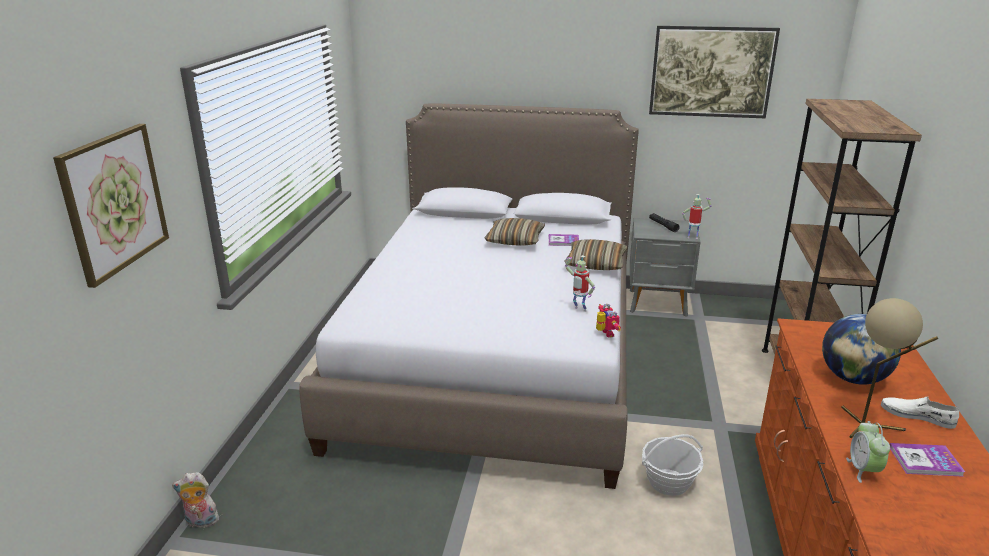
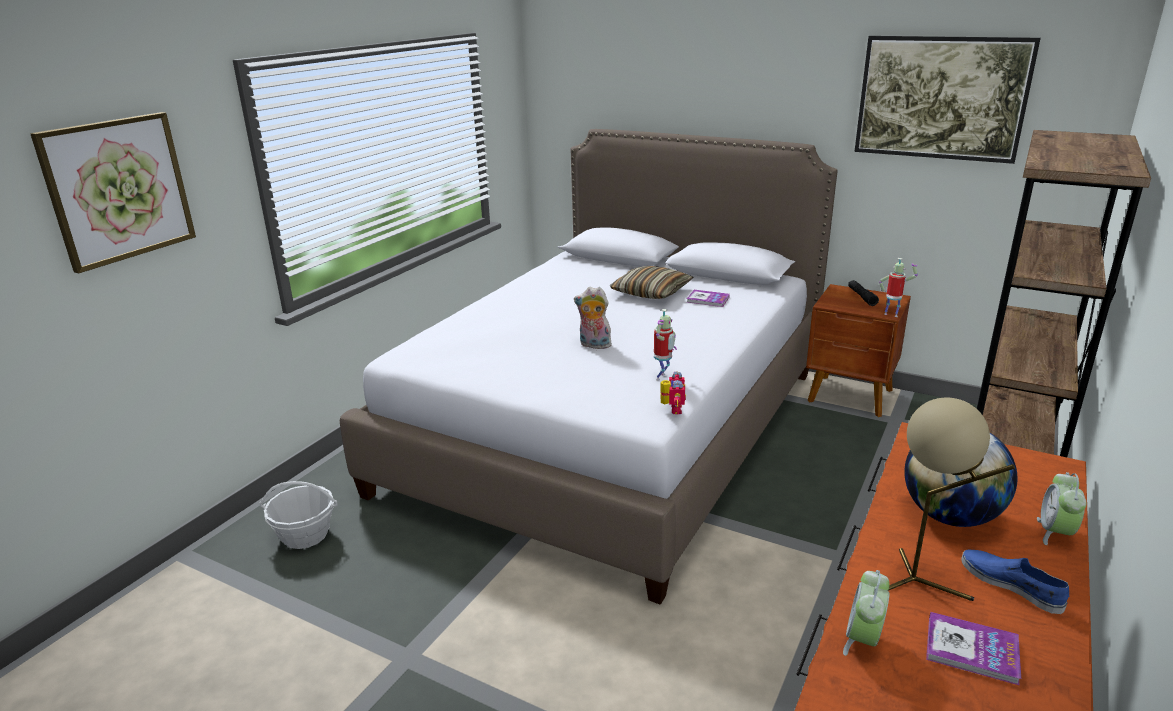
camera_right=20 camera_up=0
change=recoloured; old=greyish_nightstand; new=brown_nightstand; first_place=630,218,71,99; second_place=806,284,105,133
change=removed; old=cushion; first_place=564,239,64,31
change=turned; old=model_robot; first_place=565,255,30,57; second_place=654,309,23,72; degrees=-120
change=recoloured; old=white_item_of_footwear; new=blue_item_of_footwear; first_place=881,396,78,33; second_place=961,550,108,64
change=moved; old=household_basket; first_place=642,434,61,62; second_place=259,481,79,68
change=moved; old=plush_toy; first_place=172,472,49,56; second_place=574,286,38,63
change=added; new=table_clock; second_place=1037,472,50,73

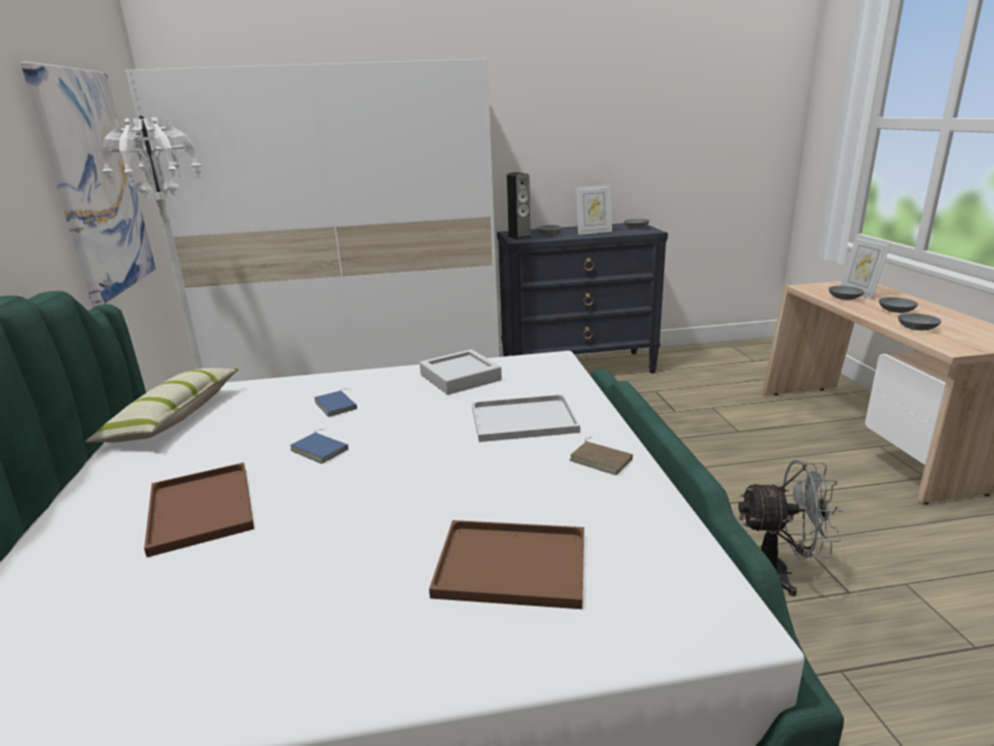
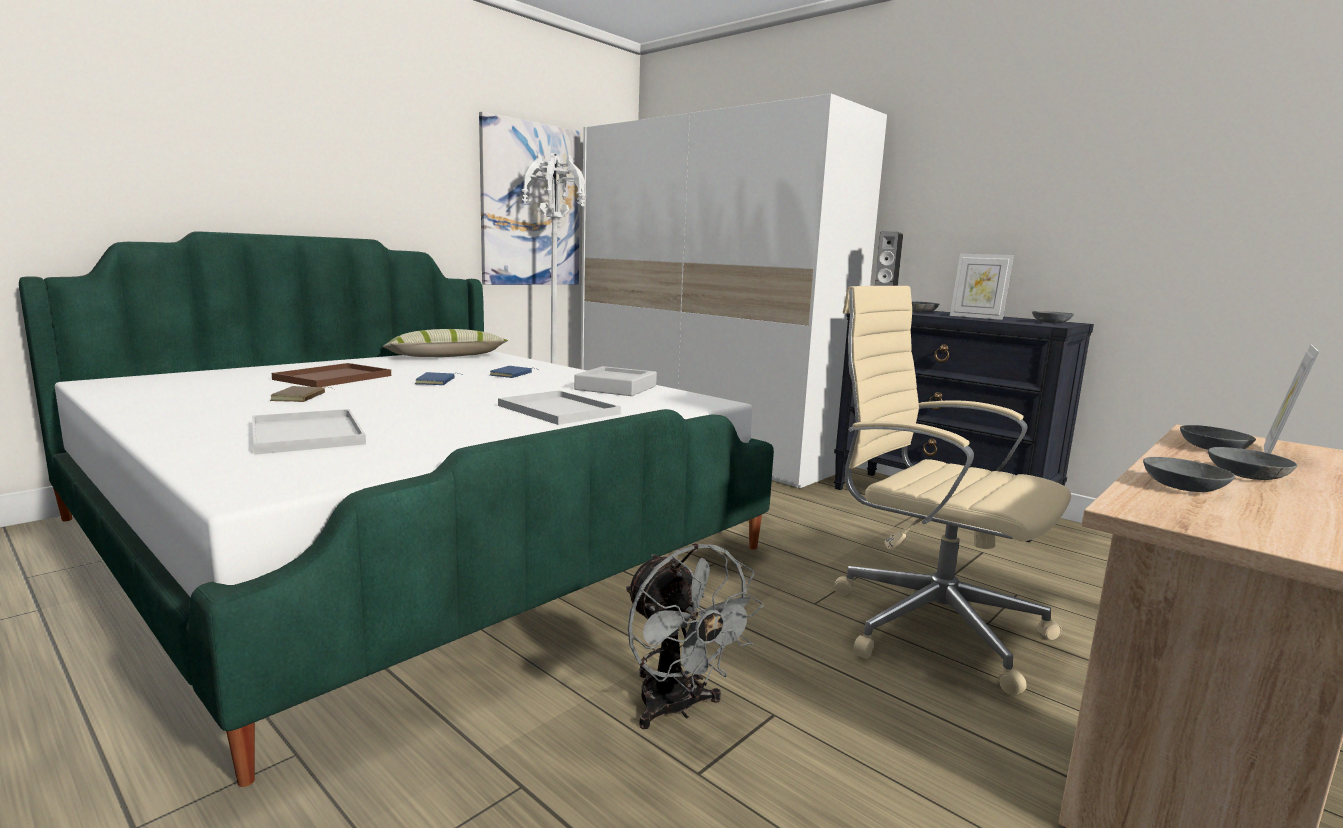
camera_right=50 camera_up=-10
change=moved; old=brown_bound_book; first_place=570,437,63,38; second_place=270,386,64,16
change=recoloured; old=brown_serving_tray; new=white_serving_tray; first_place=429,520,155,89; second_place=252,409,114,46
change=added; new=sand-coloured_computer_chair; second_place=834,286,237,409

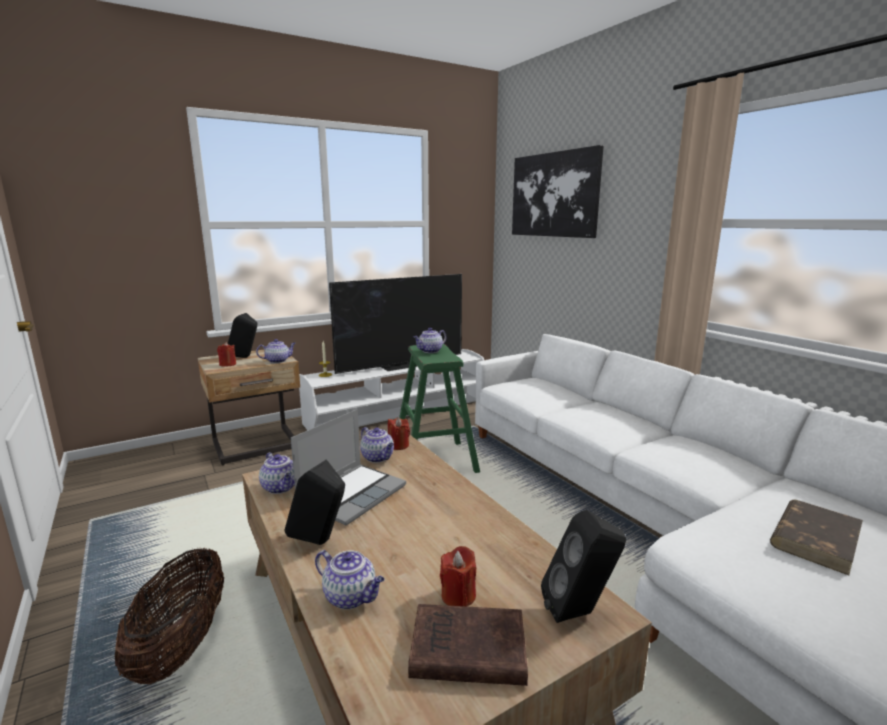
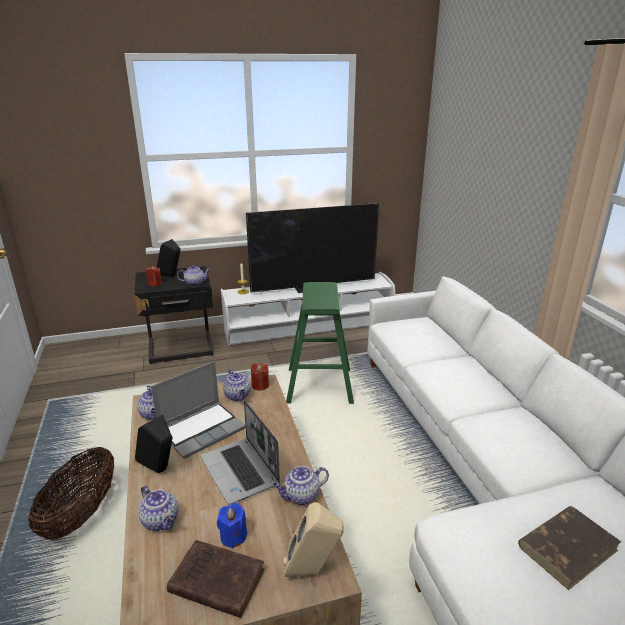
camera_right=15 camera_up=10
change=removed; old=picture; first_place=512,145,92,93
change=moved; old=pot_for_tea; first_place=414,328,33,25; second_place=273,466,56,39
change=recoloured; old=sand-coloured_nightstand; new=blackish_nightstand; first_place=198,350,102,115; second_place=134,266,80,98
change=recoloured; old=blackish_audio_speaker; new=sand-coloured_audio_speaker; first_place=541,510,85,113; second_place=284,502,60,75
change=recoloured; old=red-coloured_wax_candle; new=blue_wax_candle; first_place=440,546,36,60; second_place=217,503,30,45
change=added; new=notebook_computer; second_place=200,400,80,105

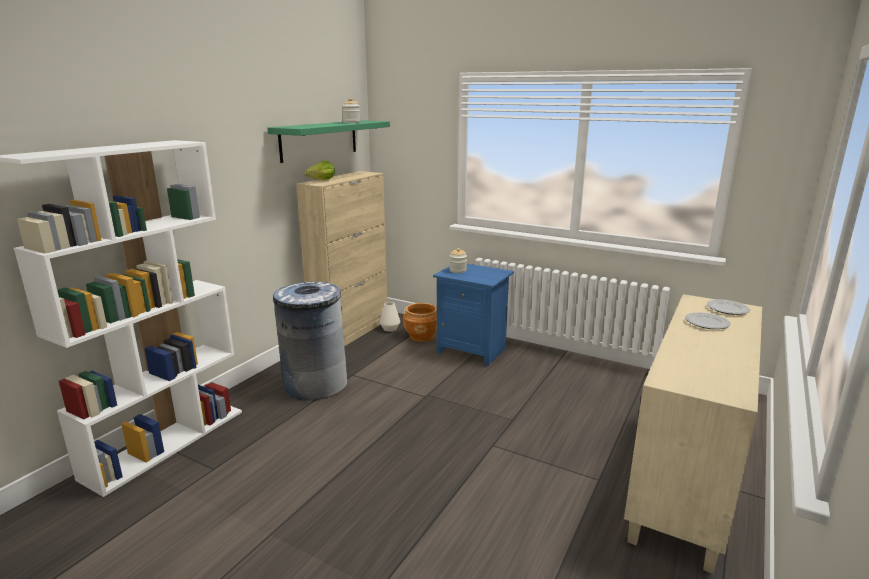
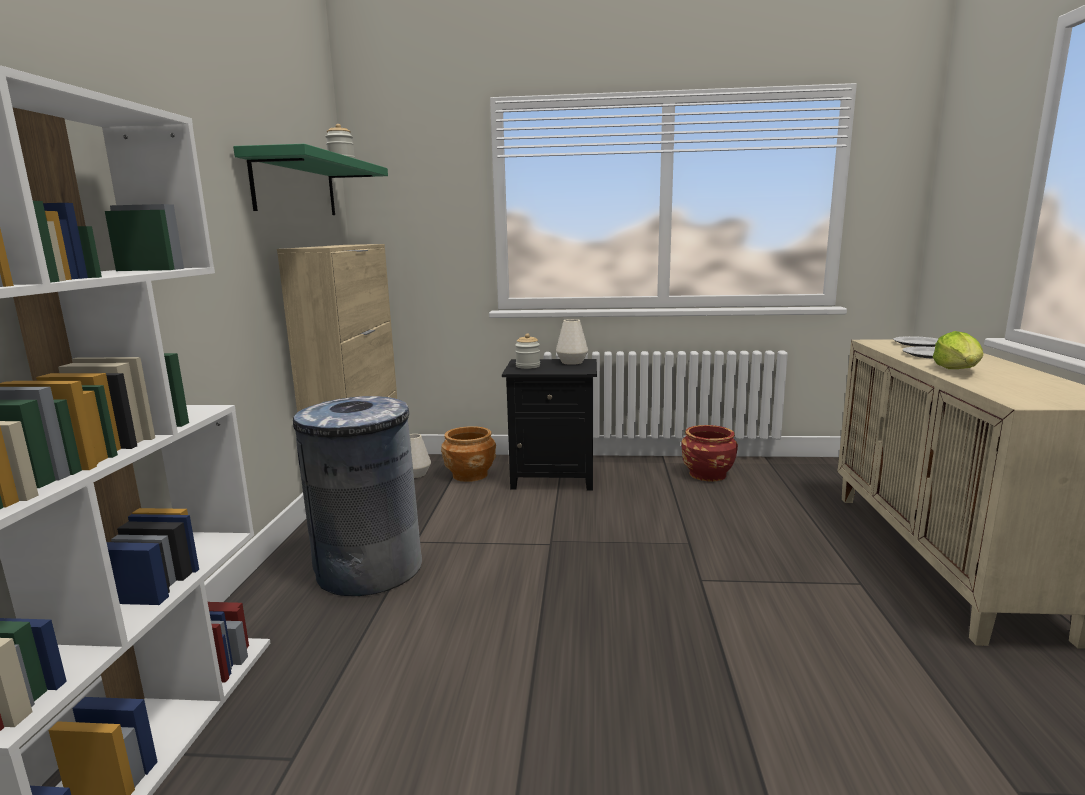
camera_right=-25 camera_up=-5
change=moved; old=lettuce; first_place=304,161,31,19; second_place=933,331,50,38
change=recoloured; old=blue_nightstand; new=blackish_nightstand; first_place=433,264,81,102; second_place=502,359,95,131
change=added; new=white_flower_vase; second_place=556,319,32,46
change=added; new=red-coloured_plant_pot; second_place=681,425,57,56

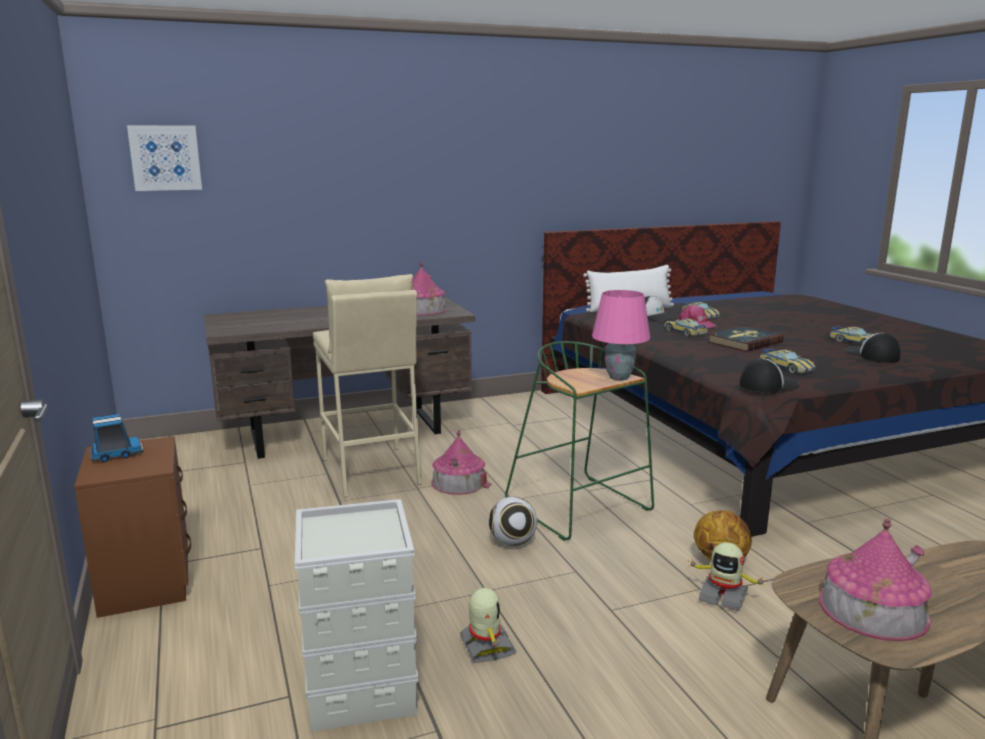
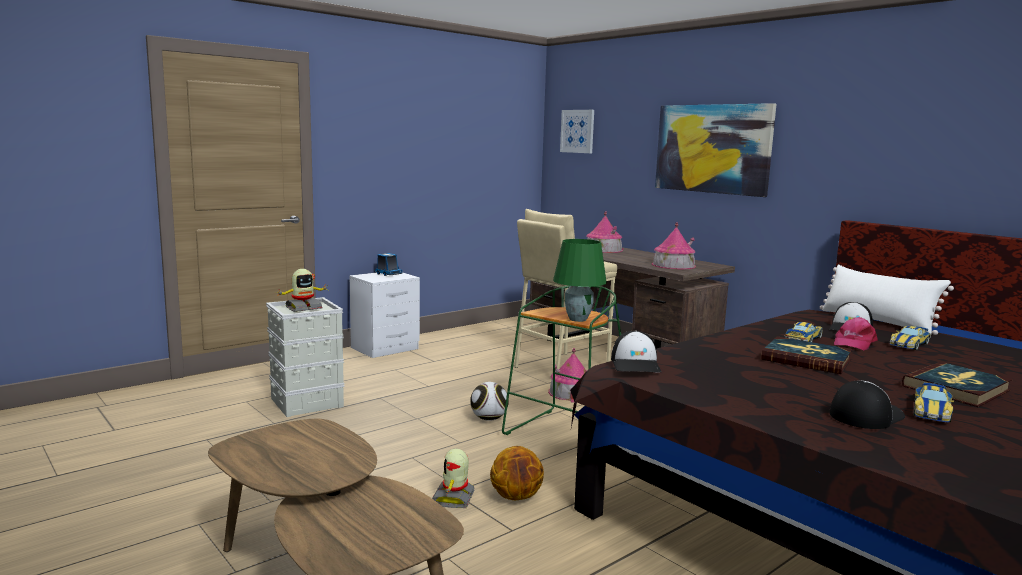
camera_right=70 camera_up=-5
change=recoloured; old=pinkish_lamp_for_a_table; new=green-coloured_lamp_for_a_table; first_place=592,290,58,90; second_place=553,239,54,83
change=removed; old=toy_car; first_place=760,349,55,24
change=turned; old=baseball_cap; first_place=740,358,60,35; second_place=611,331,51,41; degrees=45
change=recoloured; old=brown_nightstand; new=white_nightstand; first_place=74,436,117,182; second_place=350,273,70,85
change=moved; old=model_house; first_place=819,518,114,123; second_place=586,212,38,41
change=moved; old=model_robot; first_place=460,588,56,75; second_place=278,269,50,43
change=added; new=picture; second_place=655,103,121,94
change=added; new=bound_book; second_place=902,362,111,45

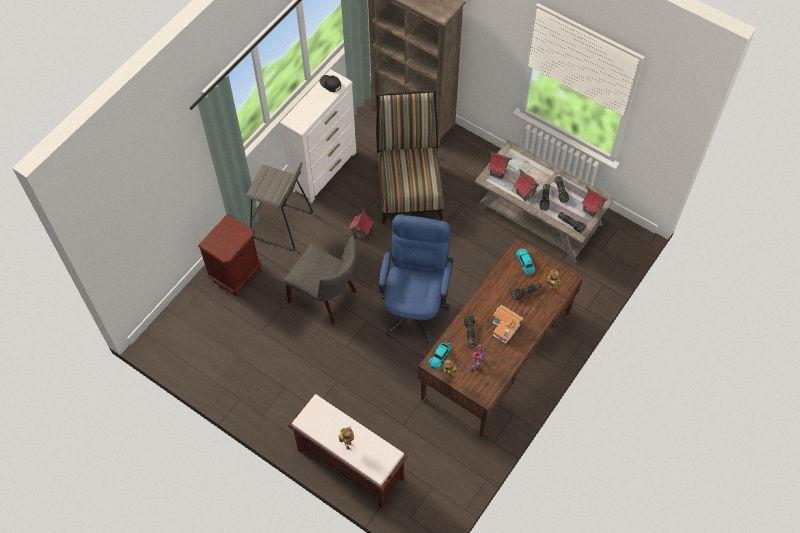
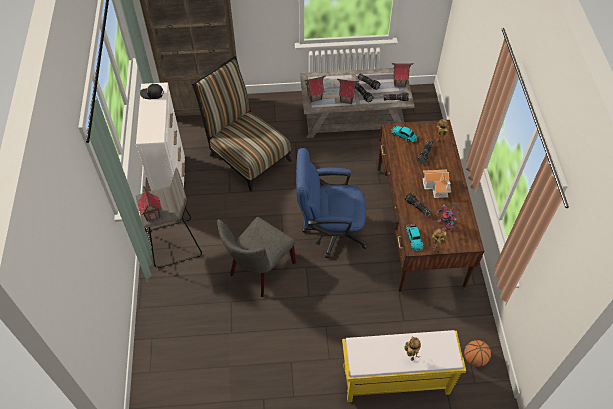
camera_right=-40 camera_up=-5
change=moved; old=model_house; first_place=349,208,24,32; second_place=137,185,25,36
change=removed; old=brown_nightstand; first_place=198,214,63,82
change=turned; old=blue_computer_chair; first_place=379,215,74,128; second_place=296,148,72,110; degrees=-60
change=turned; old=greyish_chair; first_place=284,236,73,88; second_place=217,217,79,80; degrees=135
change=recoloured; old=brown_long_seat; new=yellowish_long_seat; first_place=288,393,120,116; second_place=342,330,124,72
change=added; new=basketball_ball; second_place=464,340,27,27

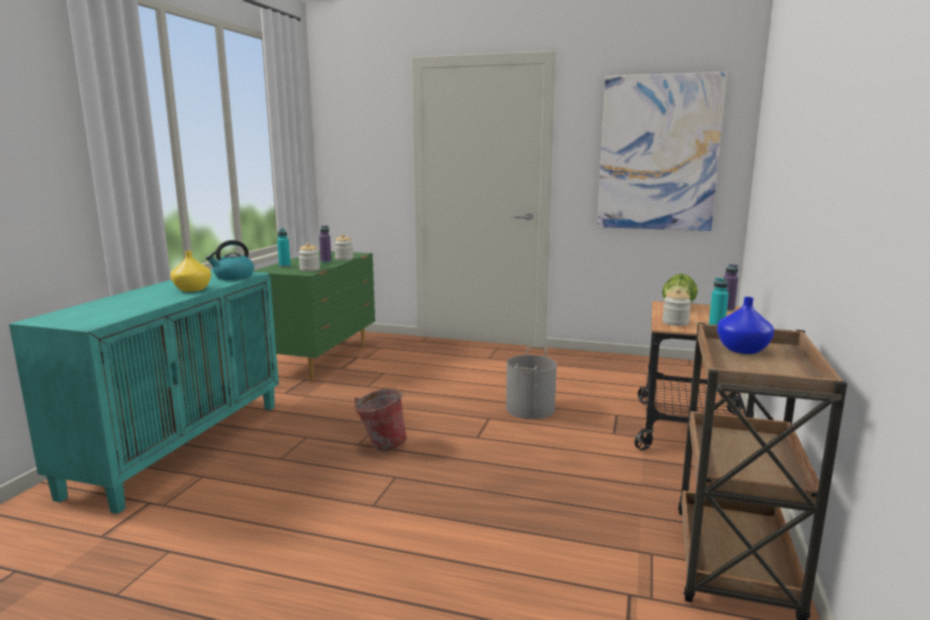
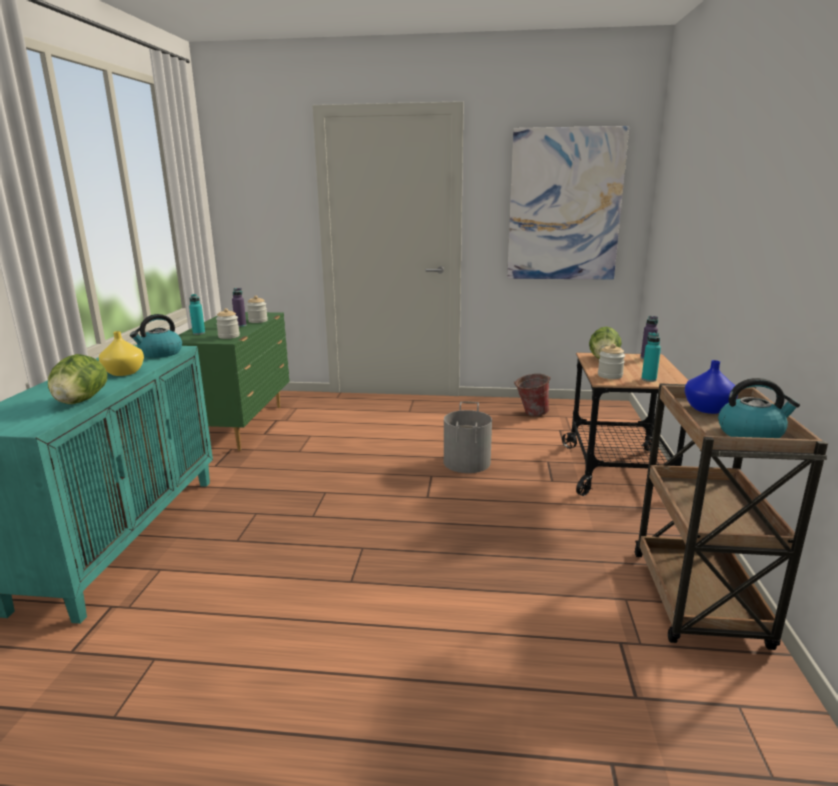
camera_right=-10 camera_up=5
change=moved; old=pail; first_place=354,388,53,63; second_place=514,374,37,43
change=added; new=lettuce; second_place=48,354,59,50
change=added; new=tea_kettle; second_place=718,378,82,60

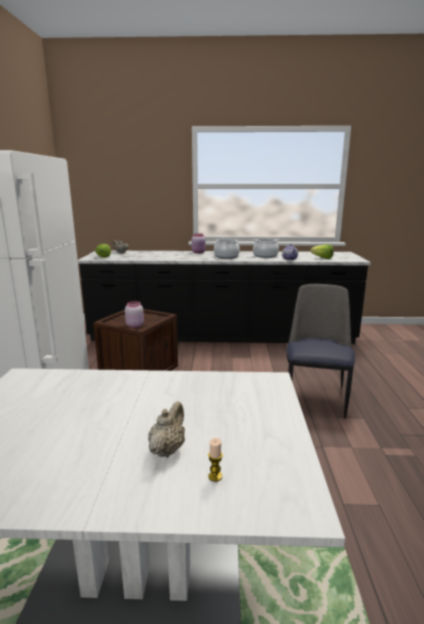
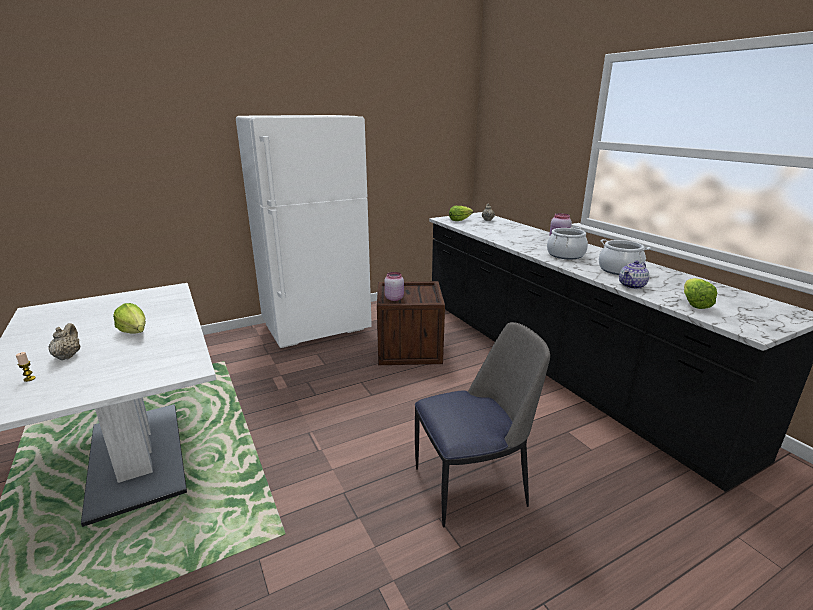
camera_right=60 camera_up=5
change=turned; old=sand-coloured_pot_for_tea; first_place=148,401,37,56; second_place=48,323,32,37; degrees=-90
change=added; new=lettuce; second_place=113,303,33,30

